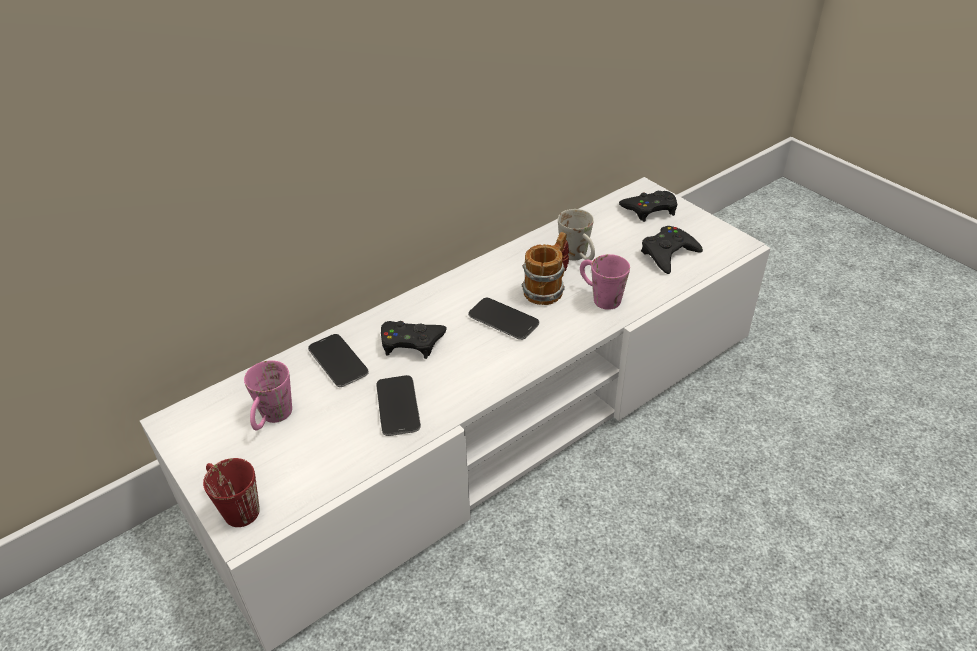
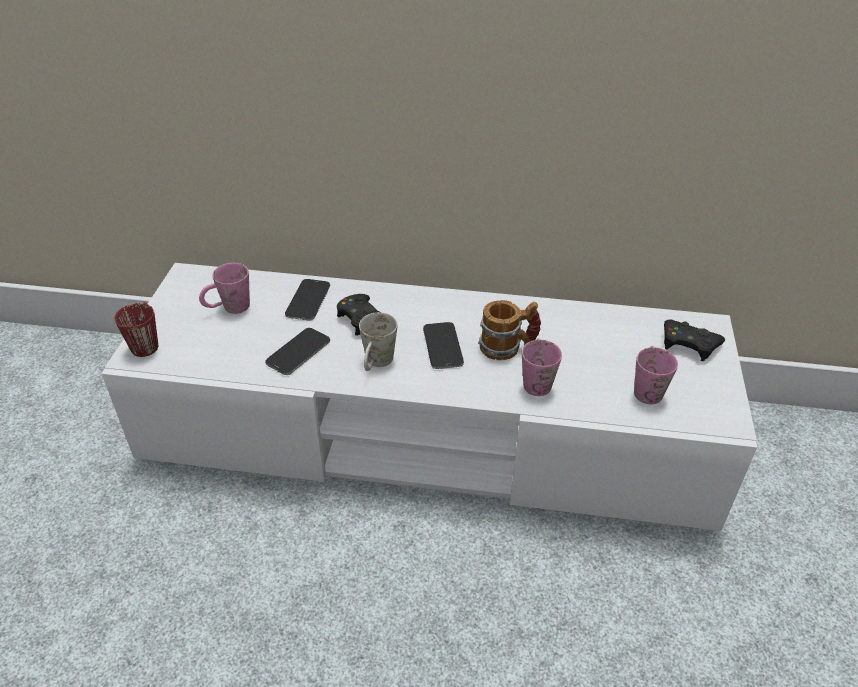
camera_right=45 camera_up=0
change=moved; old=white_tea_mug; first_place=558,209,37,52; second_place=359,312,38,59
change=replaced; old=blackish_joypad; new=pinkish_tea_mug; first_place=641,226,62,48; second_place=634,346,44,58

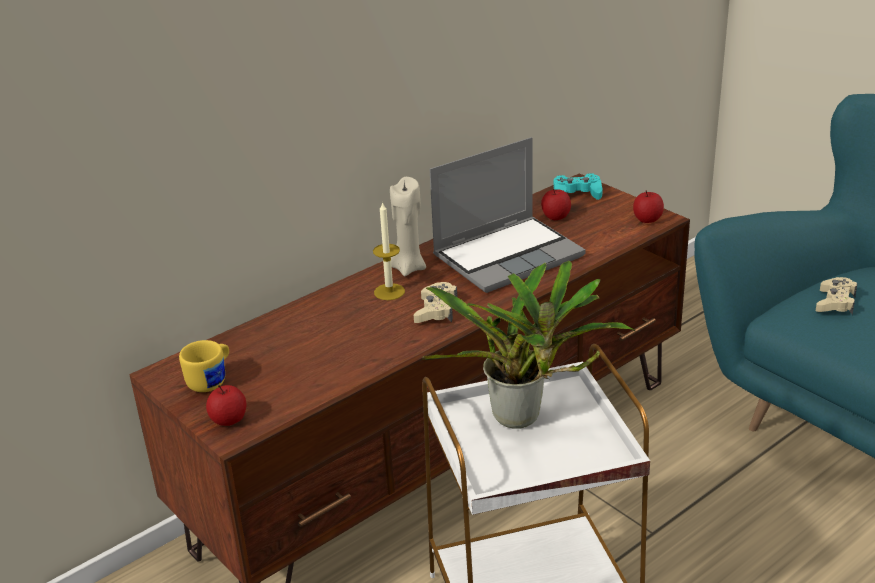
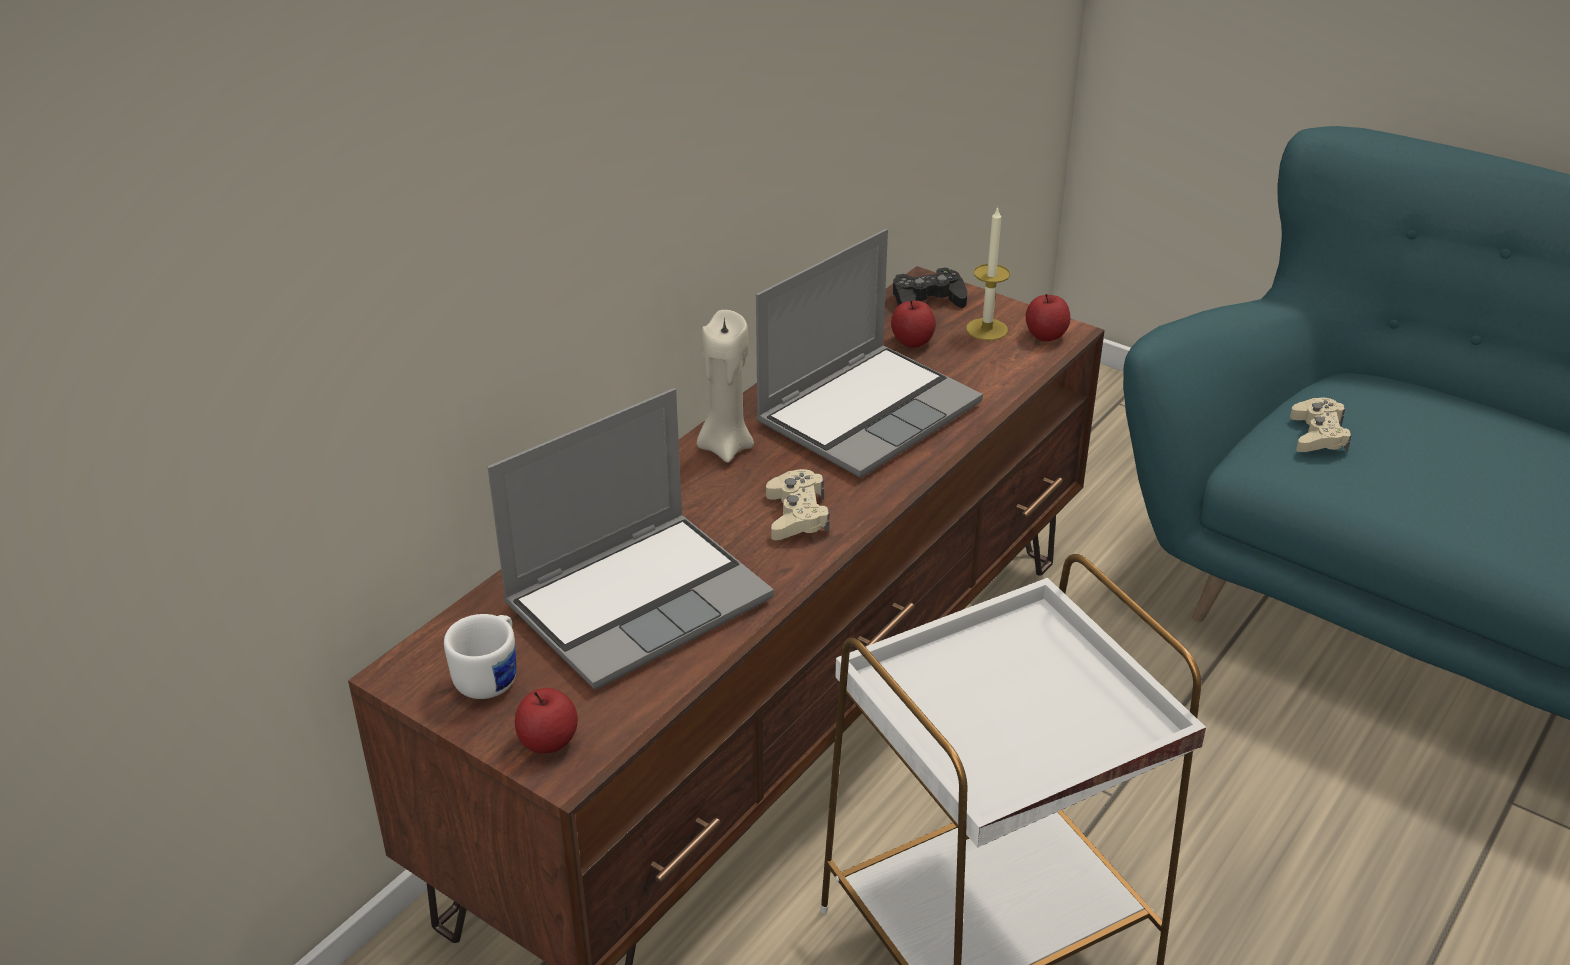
camera_right=-15 camera_up=5
change=recoloured; old=turquoise_joypad; new=blackish_joypad; first_place=554,173,49,27; second_place=893,267,74,41
change=moved; old=wax_candle; first_place=373,201,32,99; second_place=966,206,44,135
change=removed; old=houseplant; first_place=422,261,213,168
change=recoloured; old=yellowish_tea_mug; new=white_tea_mug; first_place=179,340,50,52; second_place=444,614,72,85
change=added; new=notebook_computer; second_place=487,388,287,302

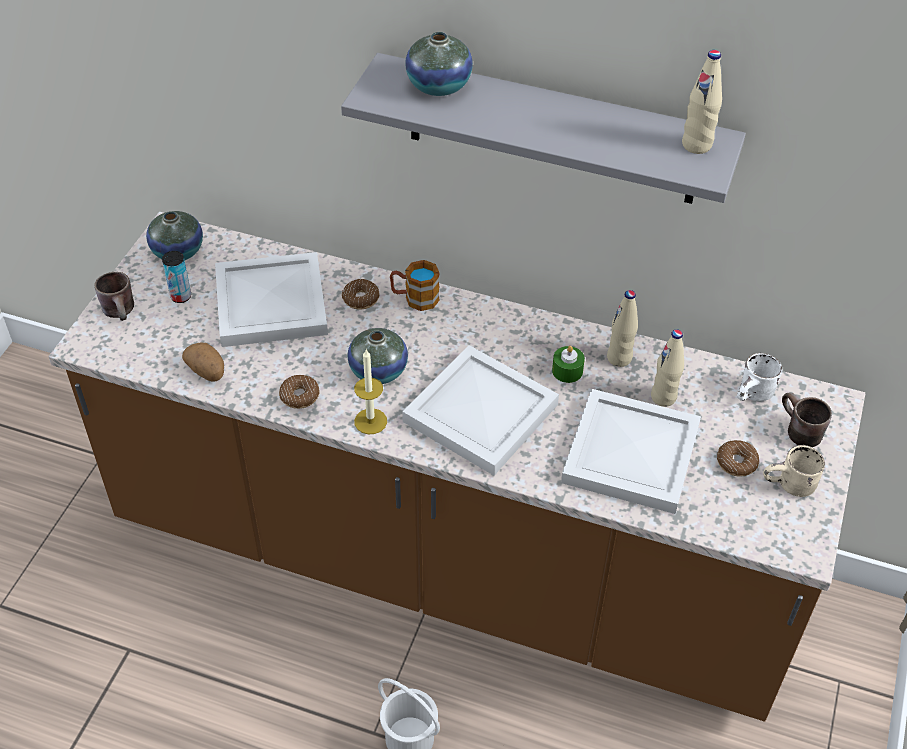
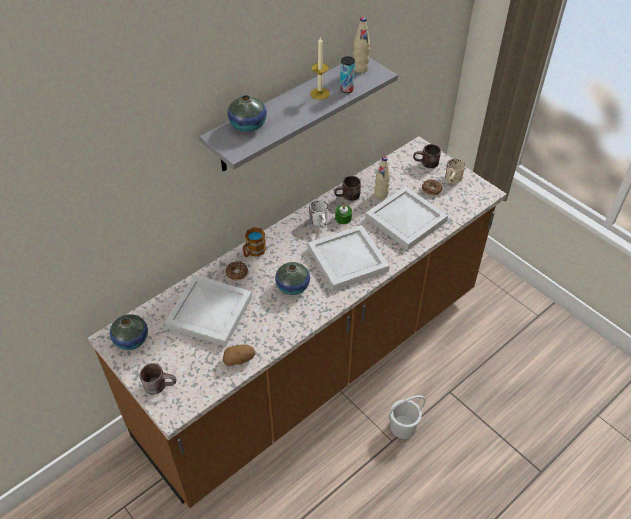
camera_right=-60 camera_up=0
change=moved; old=can; first_place=162,251,29,52; second_place=340,56,15,37
change=replaced; old=sand-coloured_beverage_bottle; new=brown_tea_mug; first_place=607,290,31,77; second_place=334,176,27,25
change=moved; old=wax_candle; first_place=354,349,33,85; second_place=310,37,20,63
change=moved; old=white_tea_mug; first_place=737,353,45,48; second_place=309,200,19,28
change=removed; old=donut; first_place=279,375,41,34

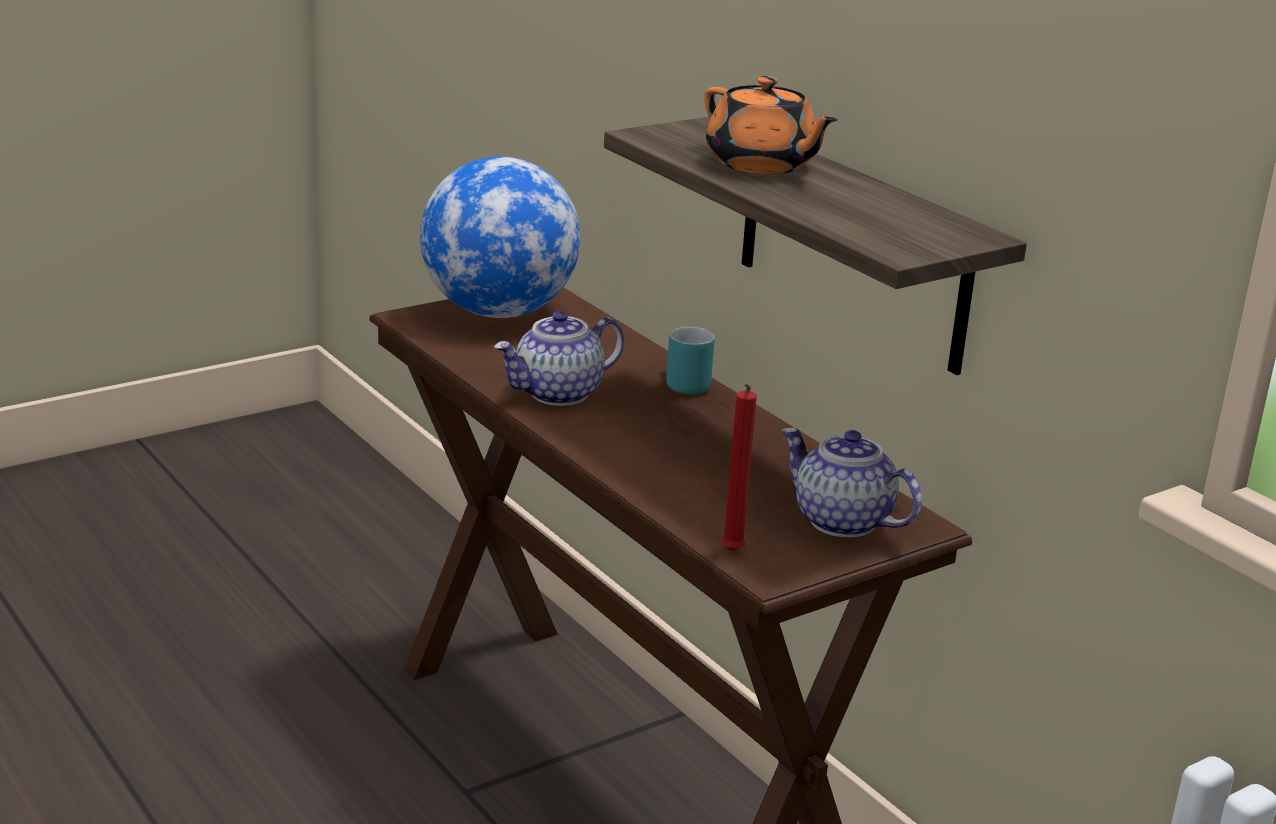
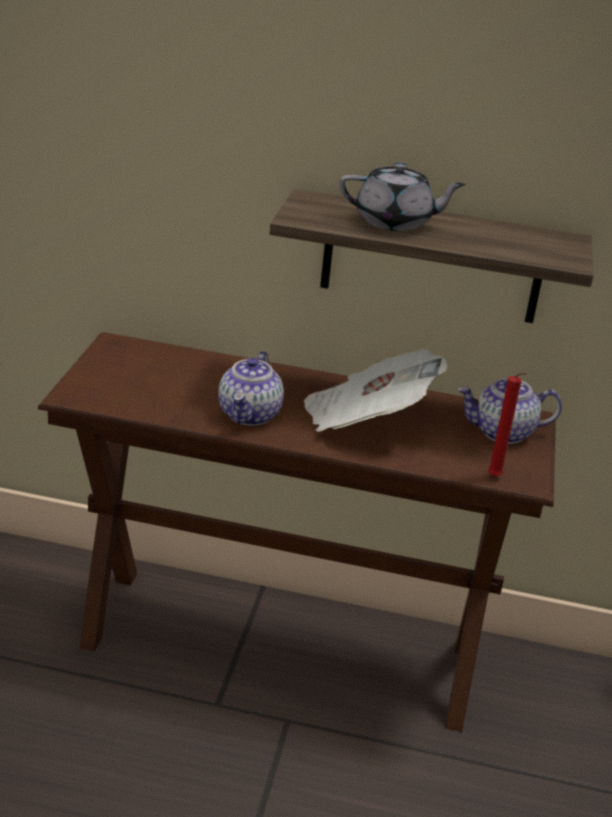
camera_right=-45 camera_up=5
change=recoloured; old=orangey_pot_for_tea; new=greyish_pot_for_tea; first_place=704,76,134,98; second_place=339,162,127,69
change=removed; old=world_globe; first_place=420,156,160,162
change=removed; old=turquoise_tea_mug; first_place=666,327,48,68
change=added; new=printed_paper; second_place=304,349,143,83

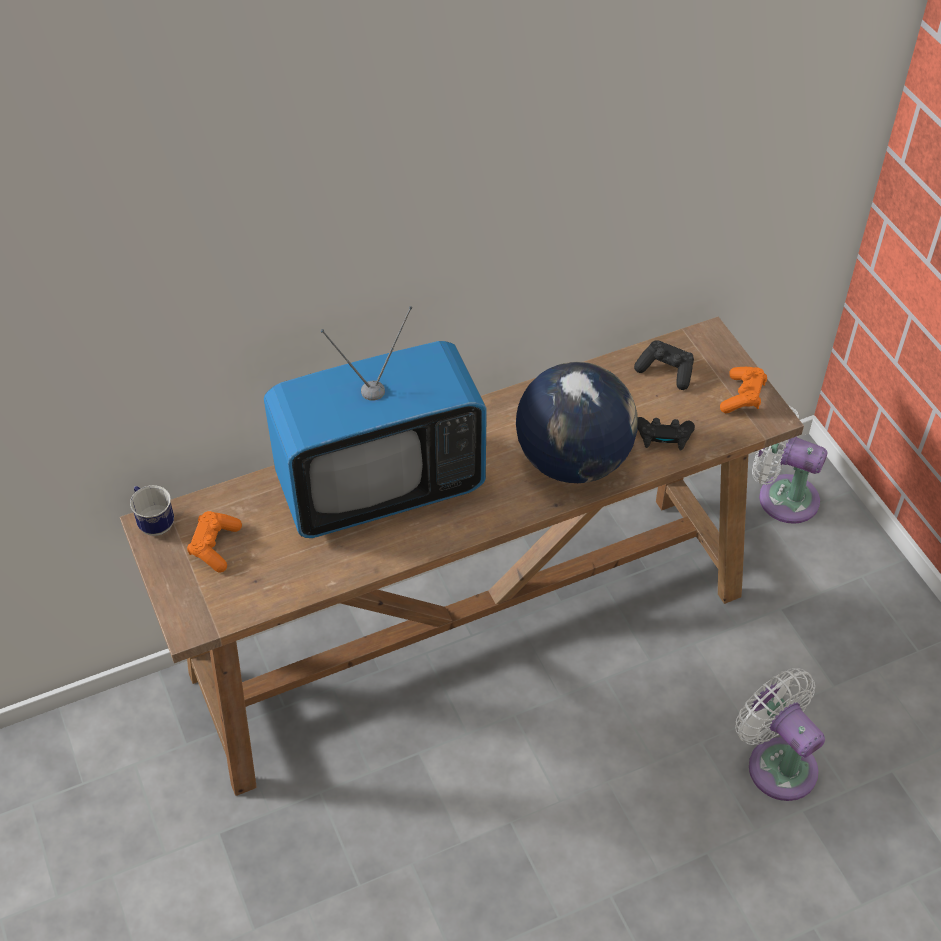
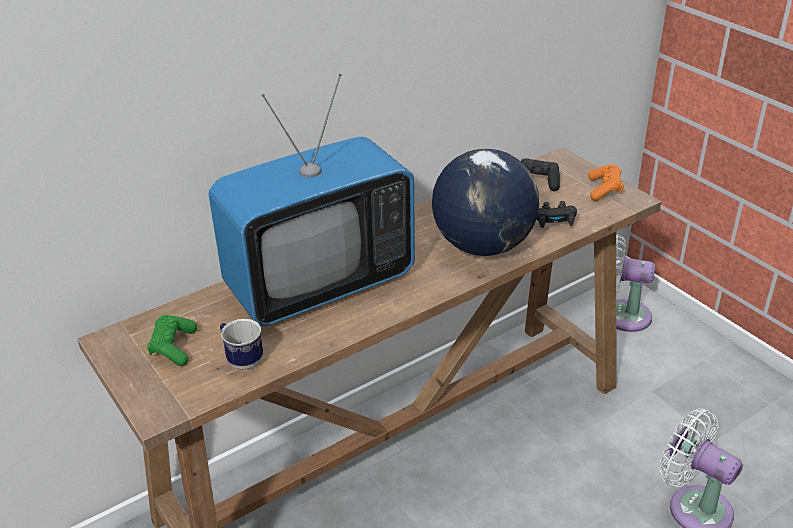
camera_right=-10 camera_up=-15
change=moved; old=tea_mug; first_place=130,485,44,51; second_place=220,319,43,51
change=recoloured; old=orangey_joypad; new=green-coloured_joypad; first_place=187,511,55,62; second_place=147,315,50,51

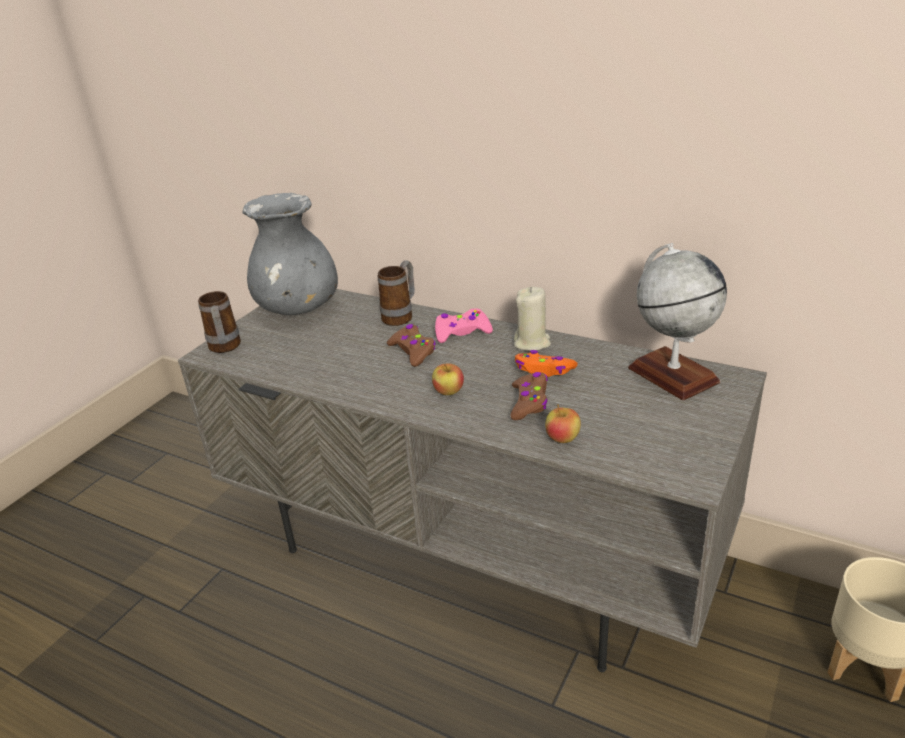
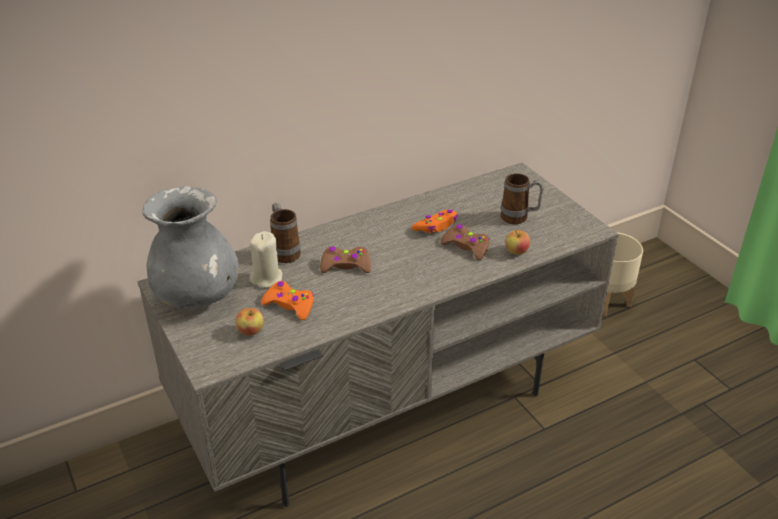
camera_right=-60 camera_up=5
change=removed; old=world_globe; first_place=628,243,99,158
change=moved; old=sand-coloured_wax_candle; first_place=514,287,37,64; second_place=249,231,34,57
change=moved; old=tea_mug; first_place=198,291,43,62; second_place=501,173,43,51
change=removed; old=pinkish_joypad; first_place=435,308,58,35
change=moved; old=whole_apple; first_place=432,363,32,32; second_place=235,308,29,28
change=added; new=orangey_joypad; second_place=261,281,53,39

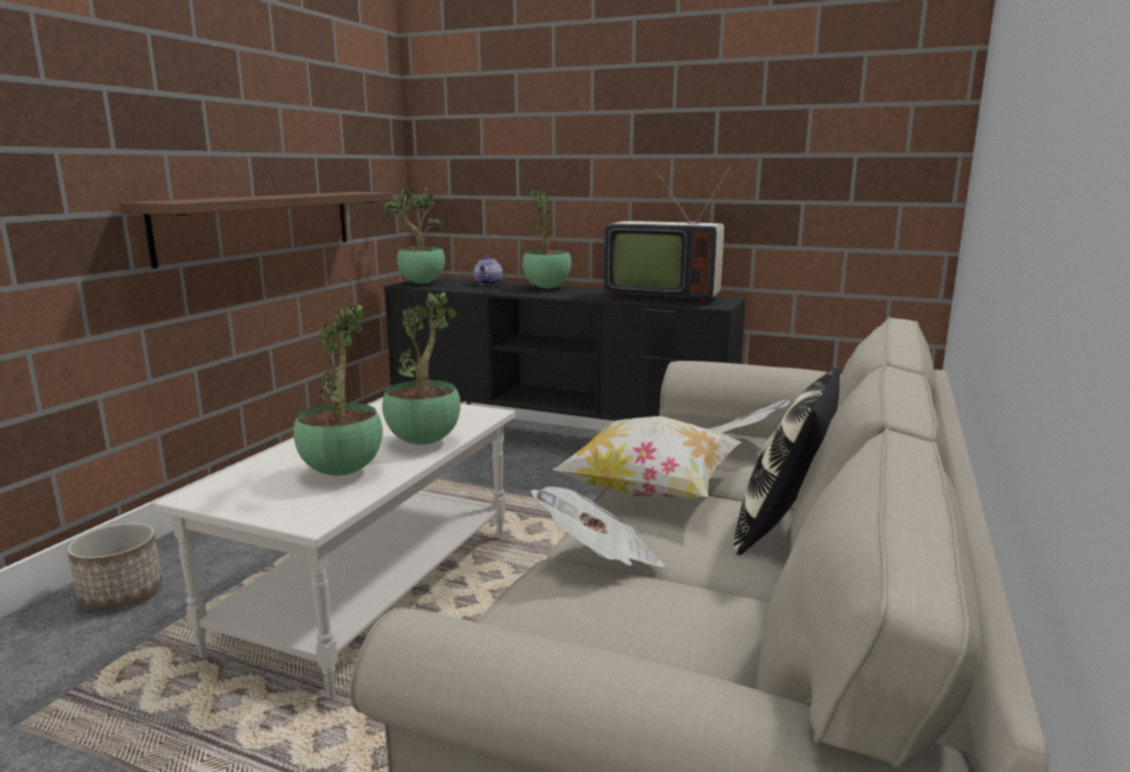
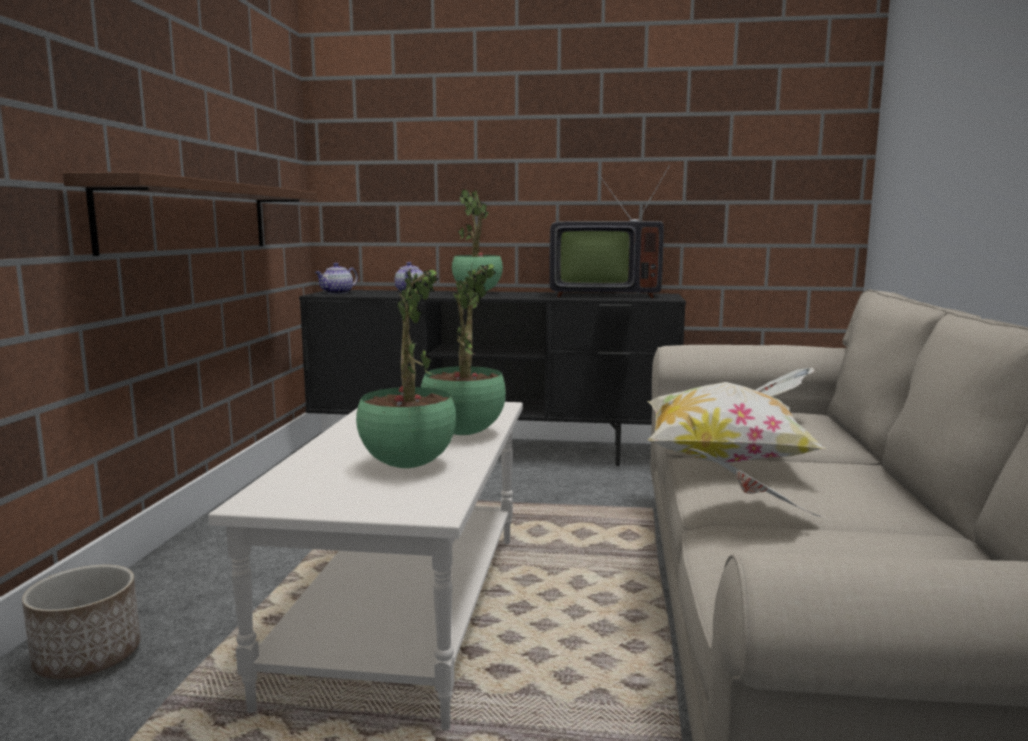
camera_right=-15 camera_up=-5
change=replaced; old=houseplant; new=pot_for_tea; first_place=384,187,61,97; second_place=315,263,43,31
change=removed; old=cushion; first_place=734,367,106,188

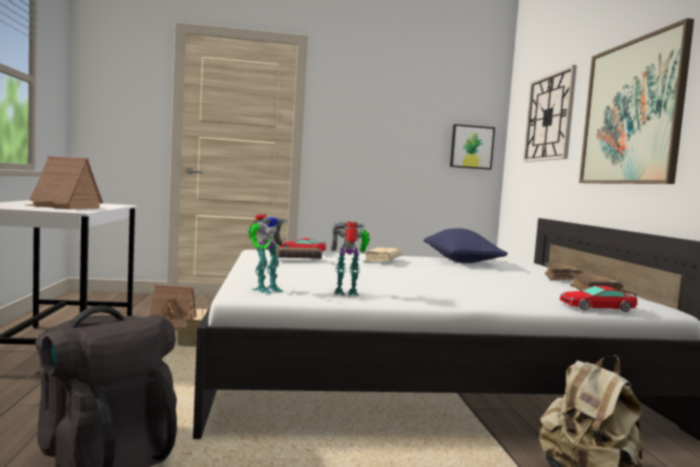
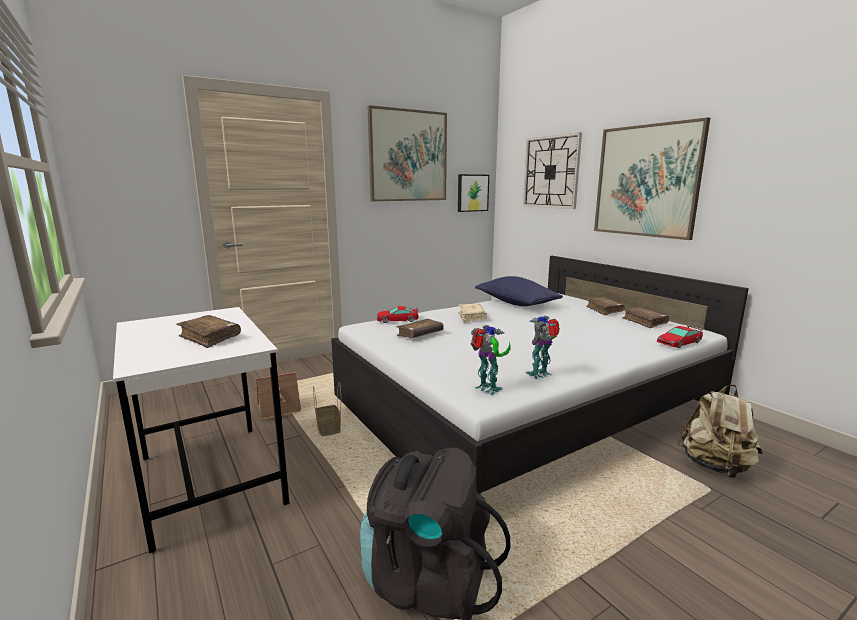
camera_right=-25 camera_up=10
change=replaced; old=model_house; new=brown_bound_book; first_place=25,156,78,53; second_place=176,315,65,33
change=turned; old=model_robot; first_place=248,214,39,80; second_place=470,325,41,70; degrees=-60
change=added; new=picture; second_place=368,105,79,96

